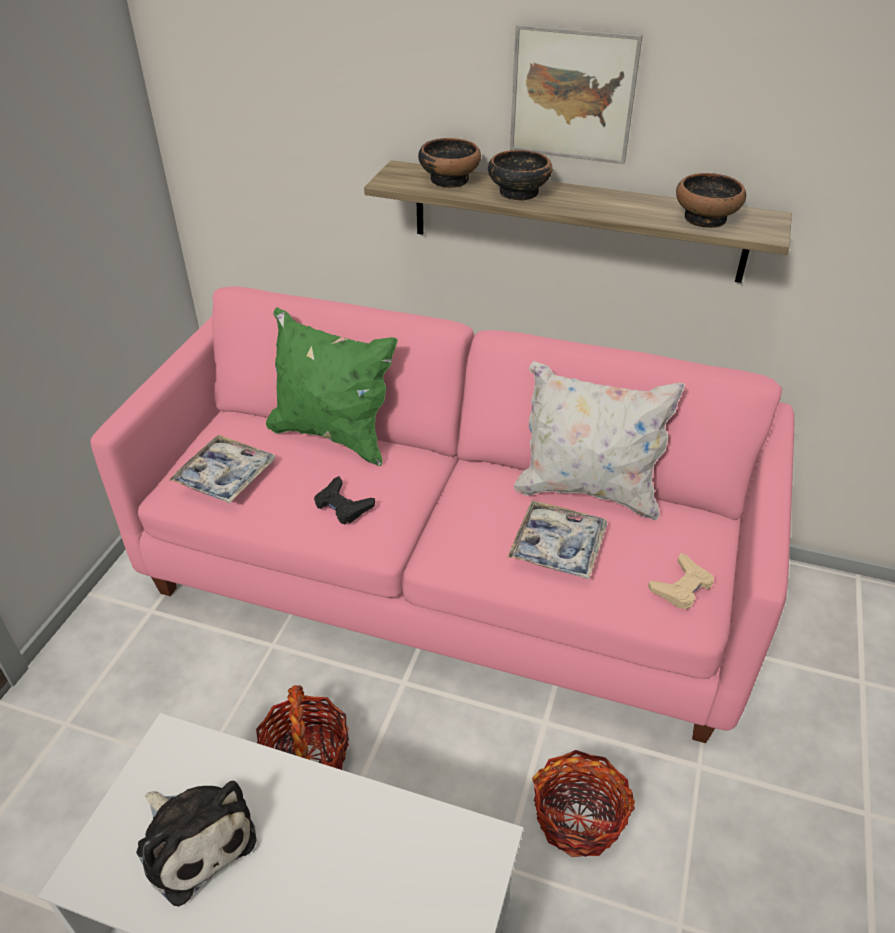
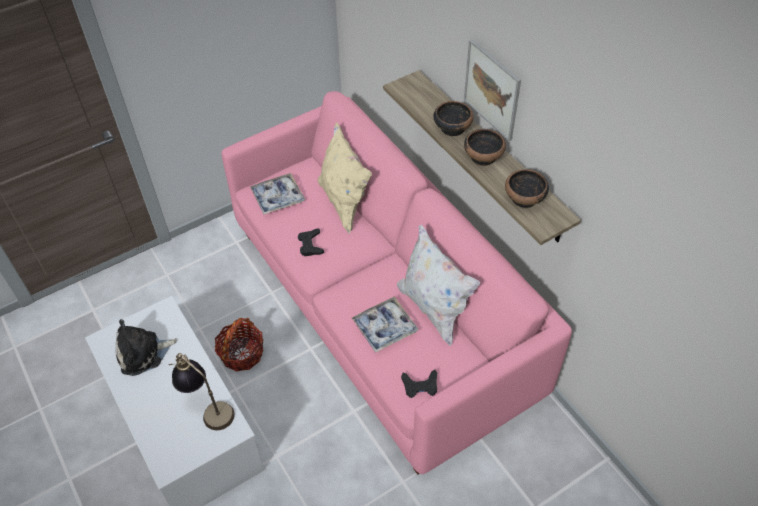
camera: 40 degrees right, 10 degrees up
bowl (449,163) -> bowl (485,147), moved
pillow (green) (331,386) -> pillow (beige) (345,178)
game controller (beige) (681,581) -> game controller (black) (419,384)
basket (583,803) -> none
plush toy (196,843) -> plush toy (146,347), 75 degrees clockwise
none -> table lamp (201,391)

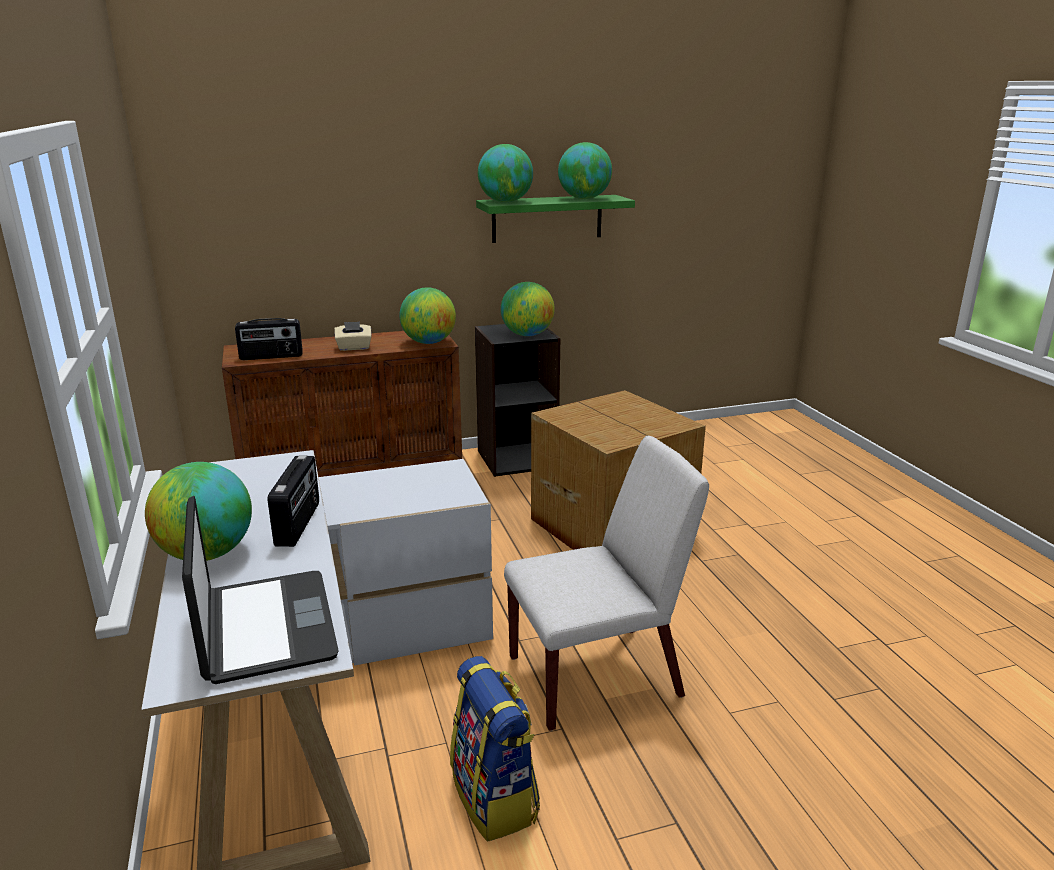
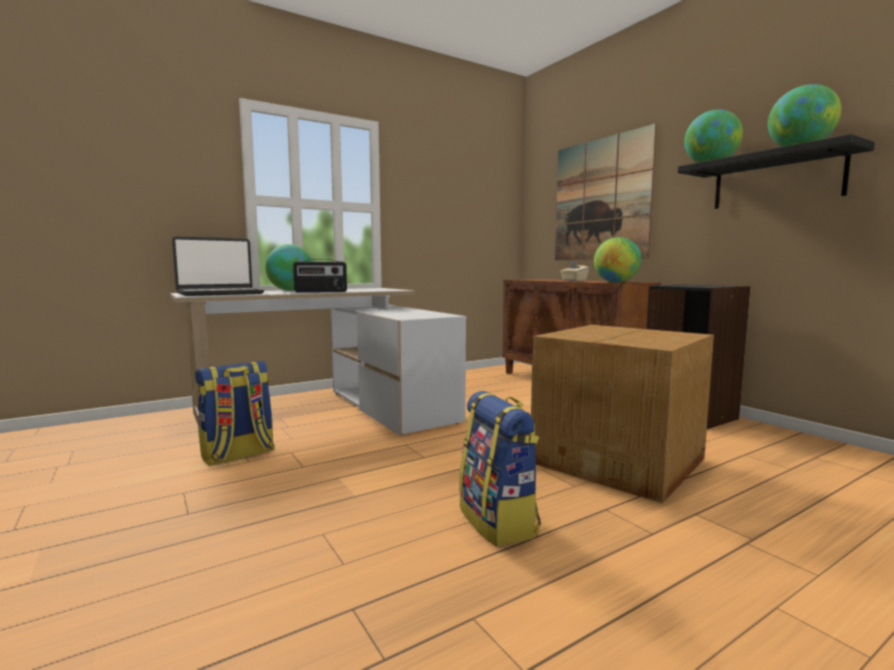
camera: 75 degrees right, 15 degrees down
shelf (green) (555,219) -> shelf (black) (776,171)
globe (528,309) -> none
radio (269,339) -> none
chair (white) (606,583) -> none
none -> picture (606,191)
none -> backpack (500,469)

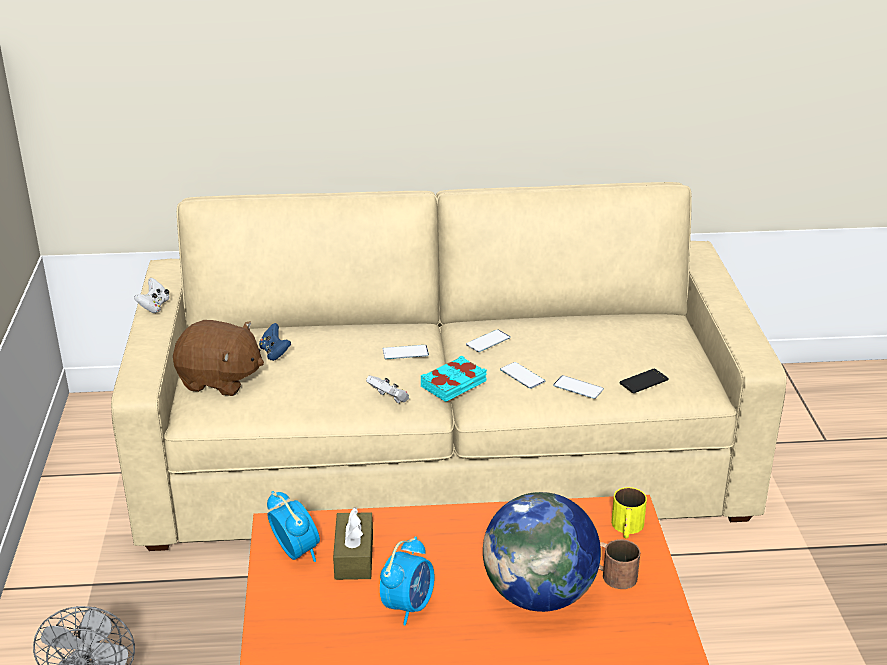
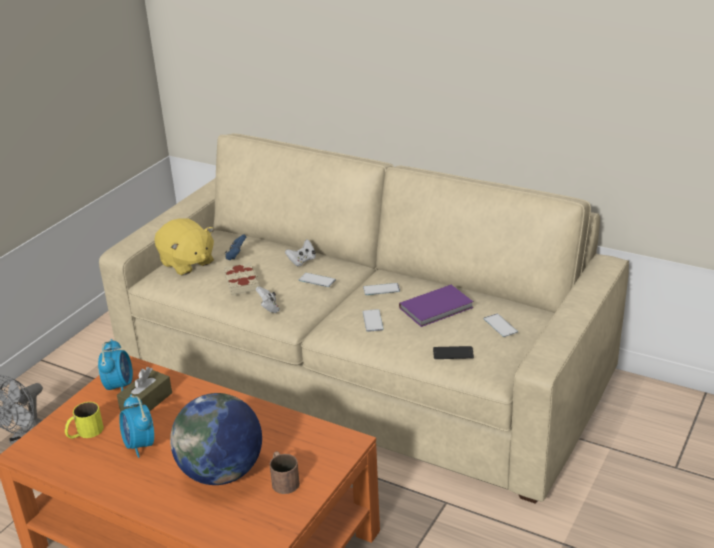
camera: 35 degrees right, 0 degrees up
game controller (white) (151,295) -> game controller (white) (300,252), moved
plush toy (brown) (218,358) -> plush toy (yellow) (184,247)
book (turquoise) (453,378) -> none
phone (578,387) -> phone (500,325), moved
mug (yellow) (629,512) -> mug (yellow) (84,420), moved
alarm clock (407,581) -> alarm clock (136,426), 90 degrees clockwise
none -> book (beige) (241,278)
none -> book (purple) (436,306)

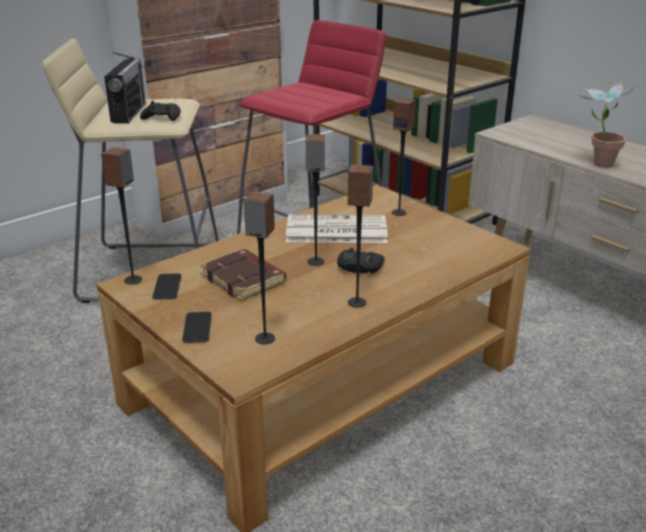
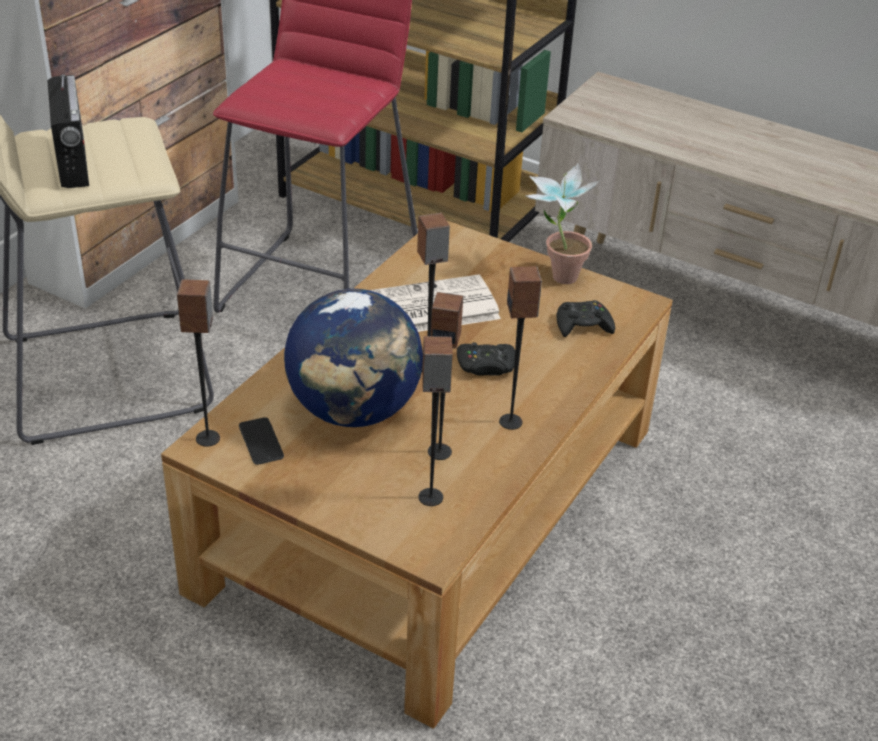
camera: 20 degrees left, 10 degrees up
potted plant (607,124) -> potted plant (562,223), moved
speaker (404,157) -> speaker (445,376), moved
game controller (black) (160,111) -> game controller (black) (586,318), moved
book (brown) (243,275) -> globe (353,358)
phone (197,327) -> none

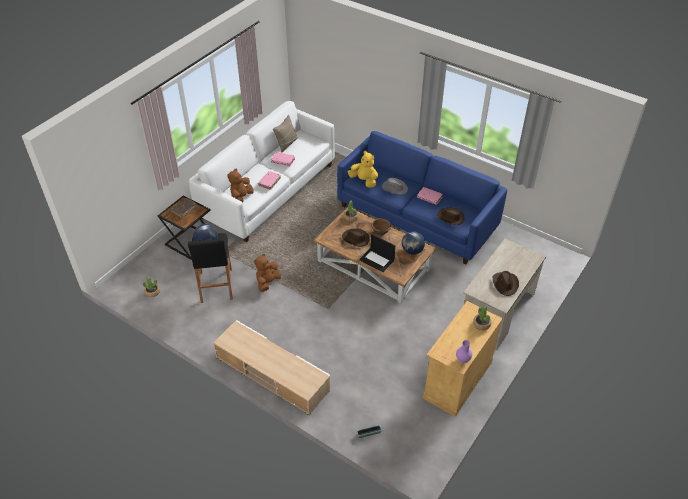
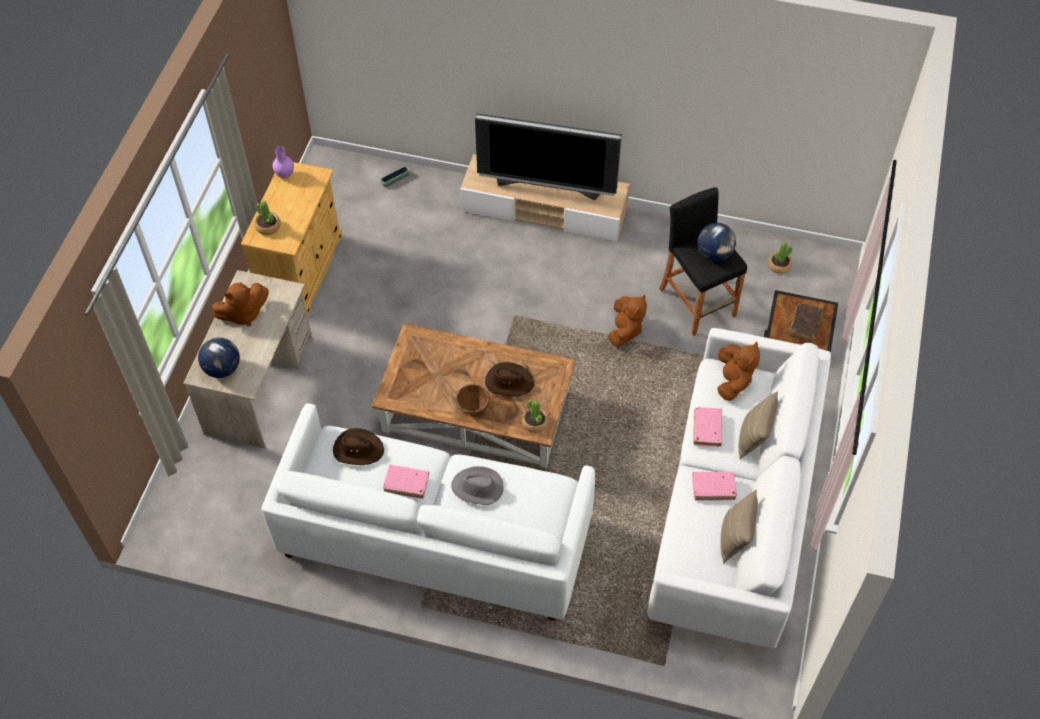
camera: 160 degrees right, 10 degrees up
sofa (blue) (422,198) -> sofa (white) (428,512)
plush toy (yellow) (363,169) -> none
globe (413,243) -> globe (219,357), moved
laptop (377,253) -> none
hat (brown) (505,283) -> plush toy (brown) (240,305)
none -> television (548,156)
none -> pillow (beige) (758,425)

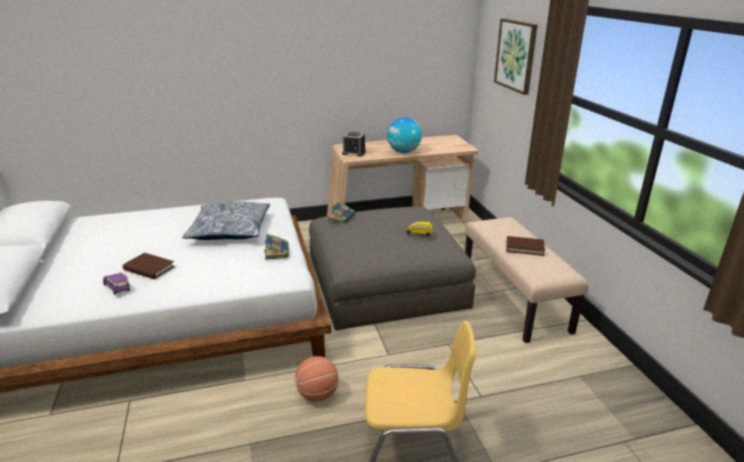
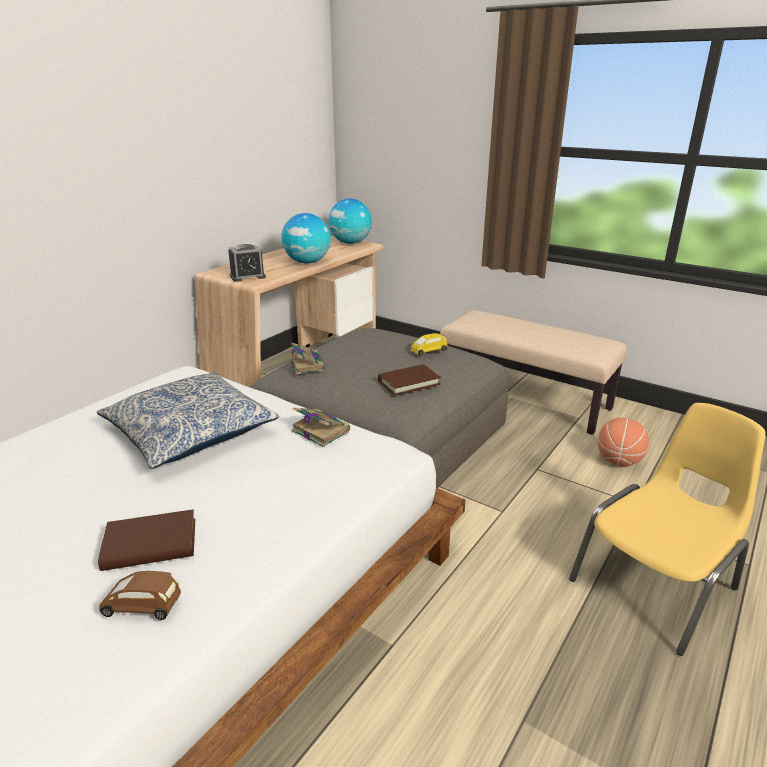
camera: 40 degrees left, 0 degrees up
picture (516,57) -> none
book (brown) (525,246) -> book (brown) (409,380), moved
toy car (purple) (116,284) -> toy car (brown) (140,595)
basketball (316,379) -> basketball (623,442), moved
none -> globe (350,221)

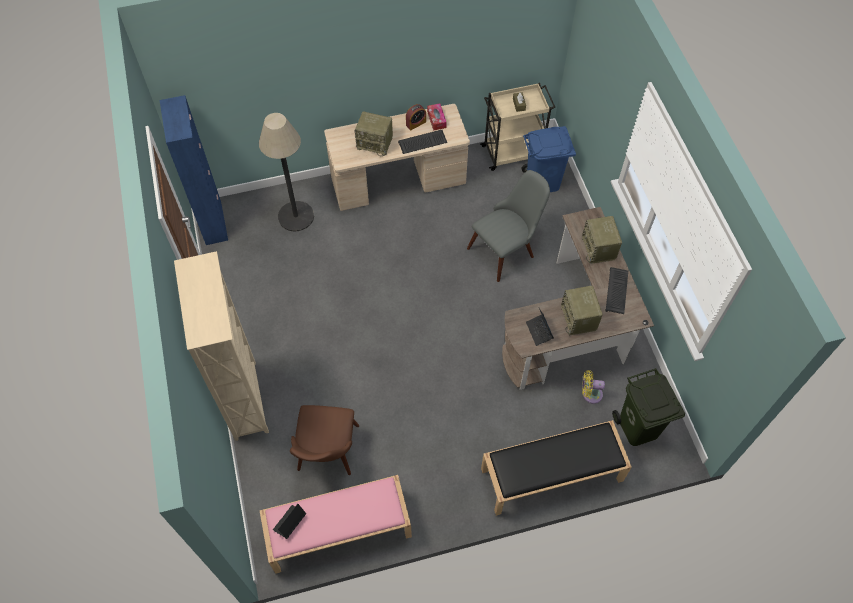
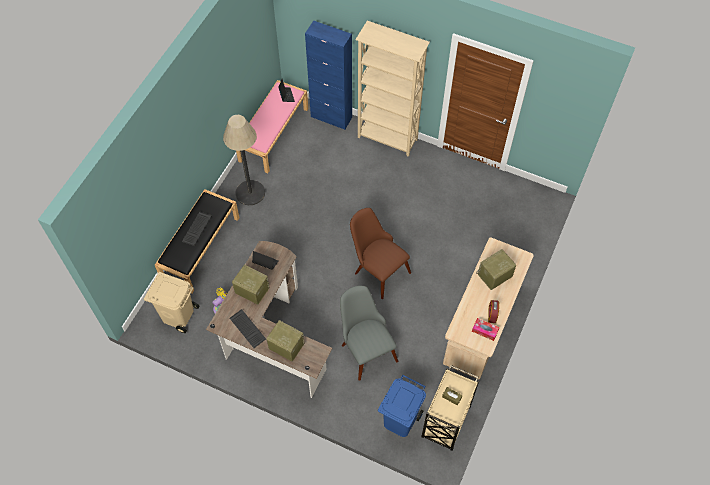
camera: 130 degrees right, 0 degrees up
cabinet (blue) (194,170) -> cabinet (blue) (328,75), moved
floor lamp (286,172) -> floor lamp (244,160), moved
keyboard (422,142) -> keyboard (197,229), moved
chair (grey) (508,226) -> chair (grey) (369,333), 150 degrees clockwise
trash can (green) (648,407) -> trash can (beige) (172,302)
chair (brown) (324,440) -> chair (brown) (380,253), moved

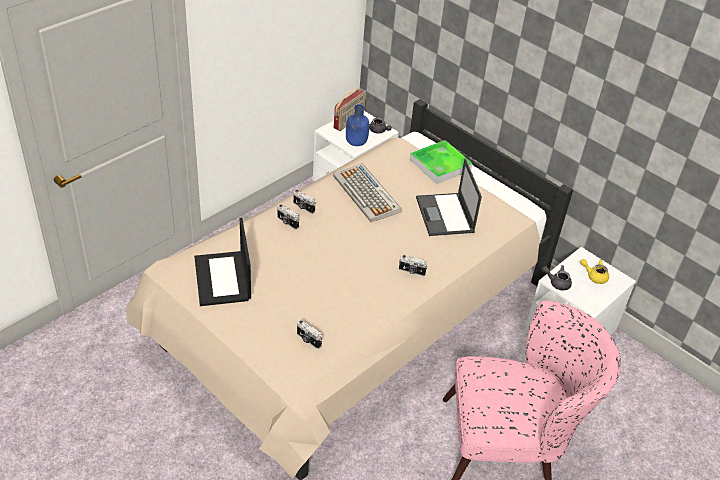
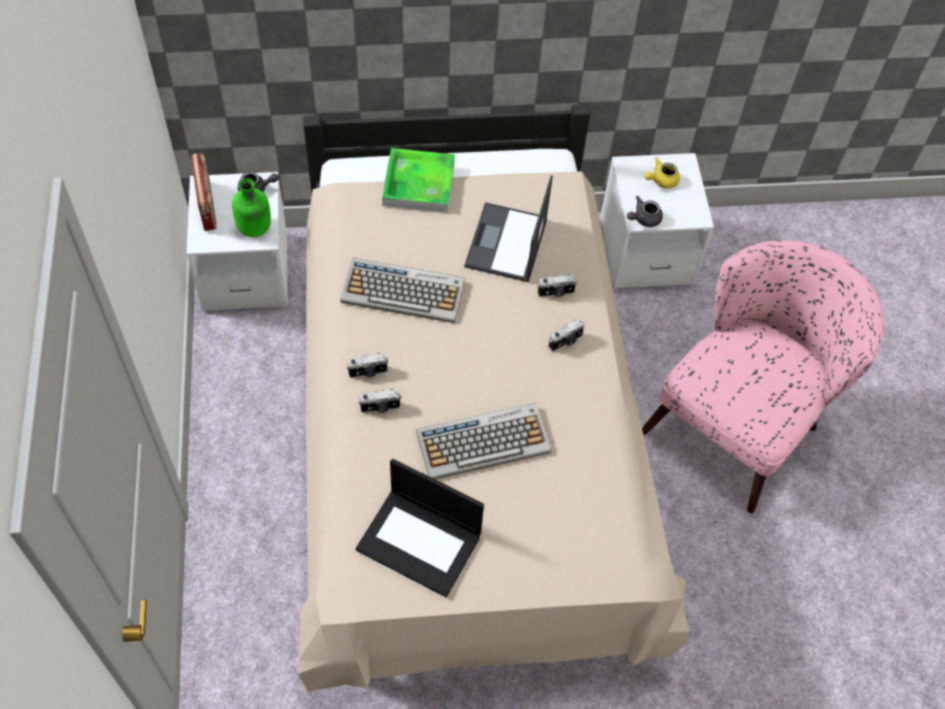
camera: 50 degrees left, 15 degrees up
bottle (blue) (357,125) -> bottle (green) (251,208)
laptop (449,197) -> laptop (508,228), 75 degrees clockwise
photo camera (309,334) -> photo camera (557,285), moved
none -> keyboard (483,441)

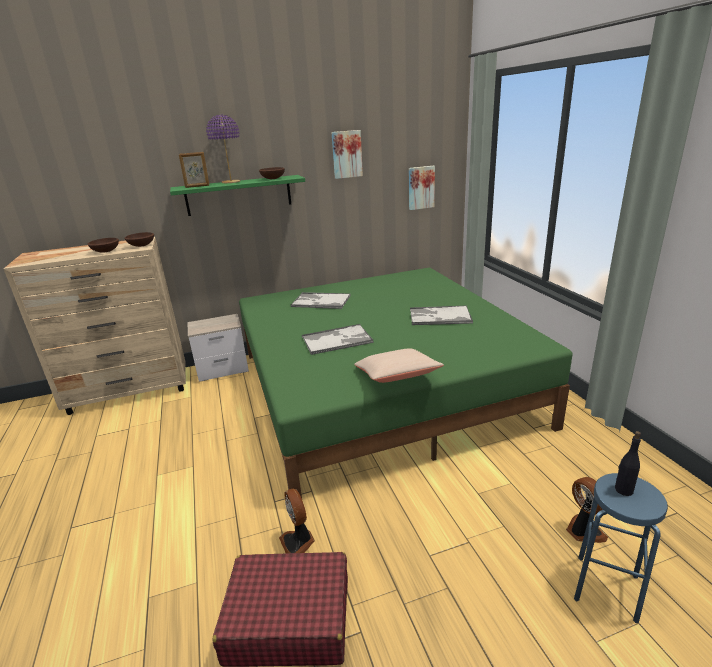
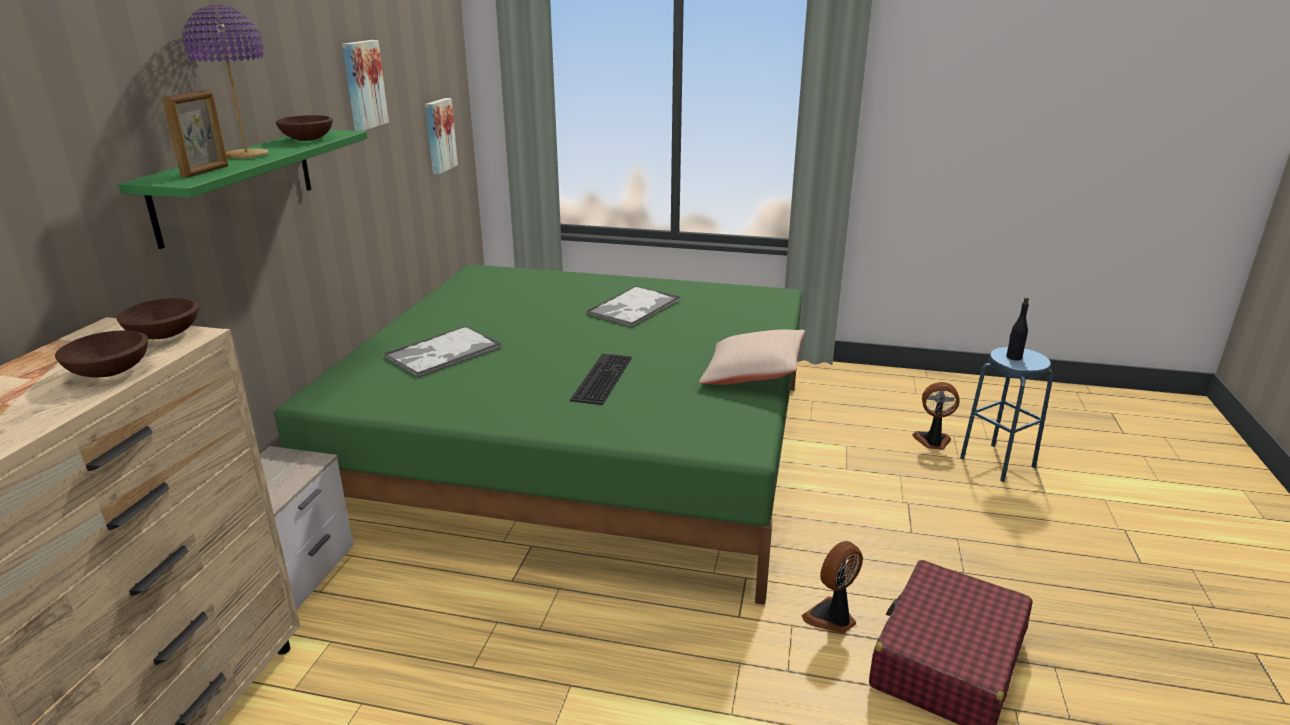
camera: 60 degrees left, 0 degrees up
tray (338,339) -> keyboard (601,379)
fan (297,521) -> fan (832,587), 135 degrees clockwise

